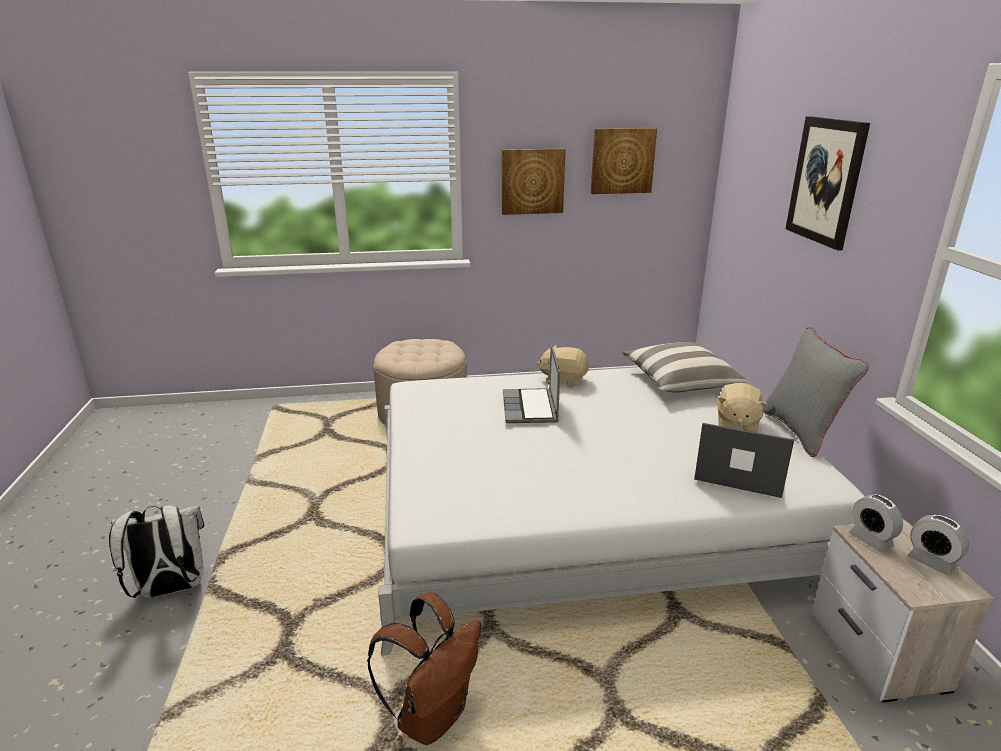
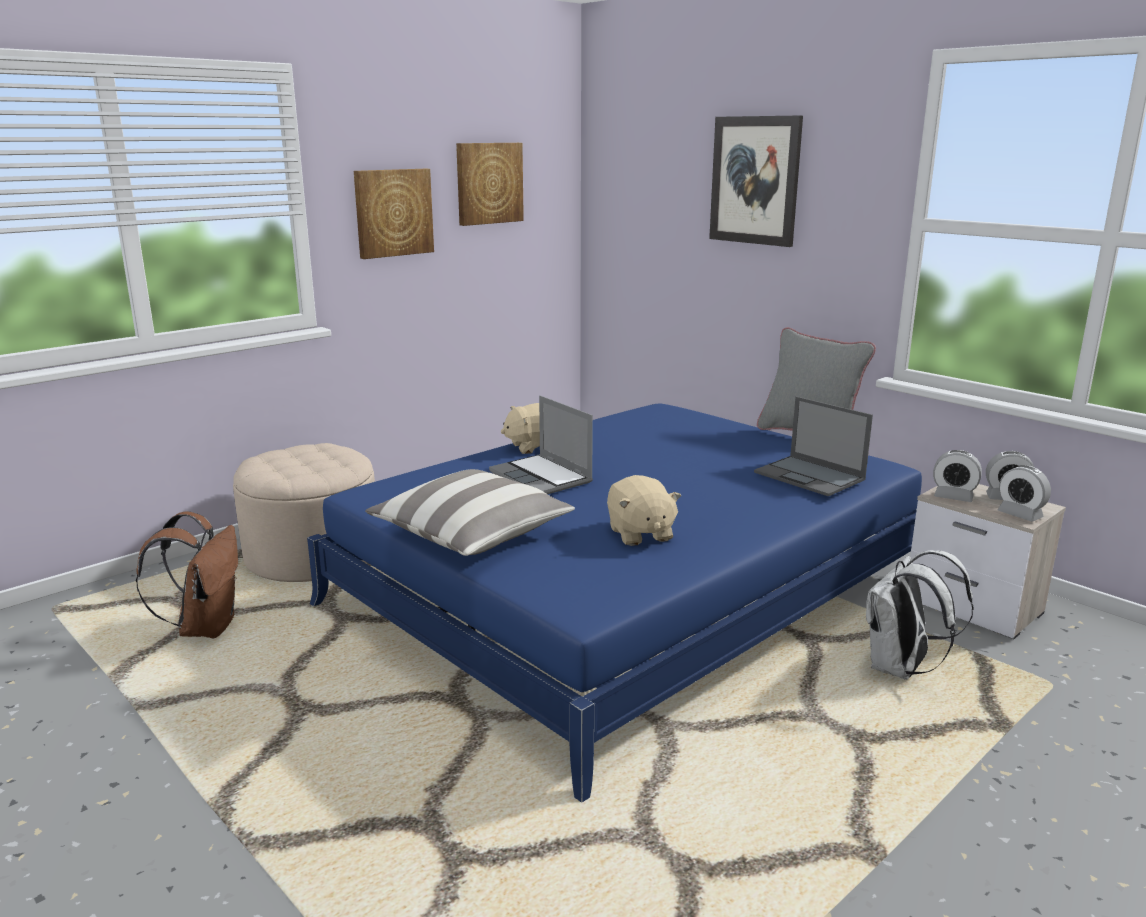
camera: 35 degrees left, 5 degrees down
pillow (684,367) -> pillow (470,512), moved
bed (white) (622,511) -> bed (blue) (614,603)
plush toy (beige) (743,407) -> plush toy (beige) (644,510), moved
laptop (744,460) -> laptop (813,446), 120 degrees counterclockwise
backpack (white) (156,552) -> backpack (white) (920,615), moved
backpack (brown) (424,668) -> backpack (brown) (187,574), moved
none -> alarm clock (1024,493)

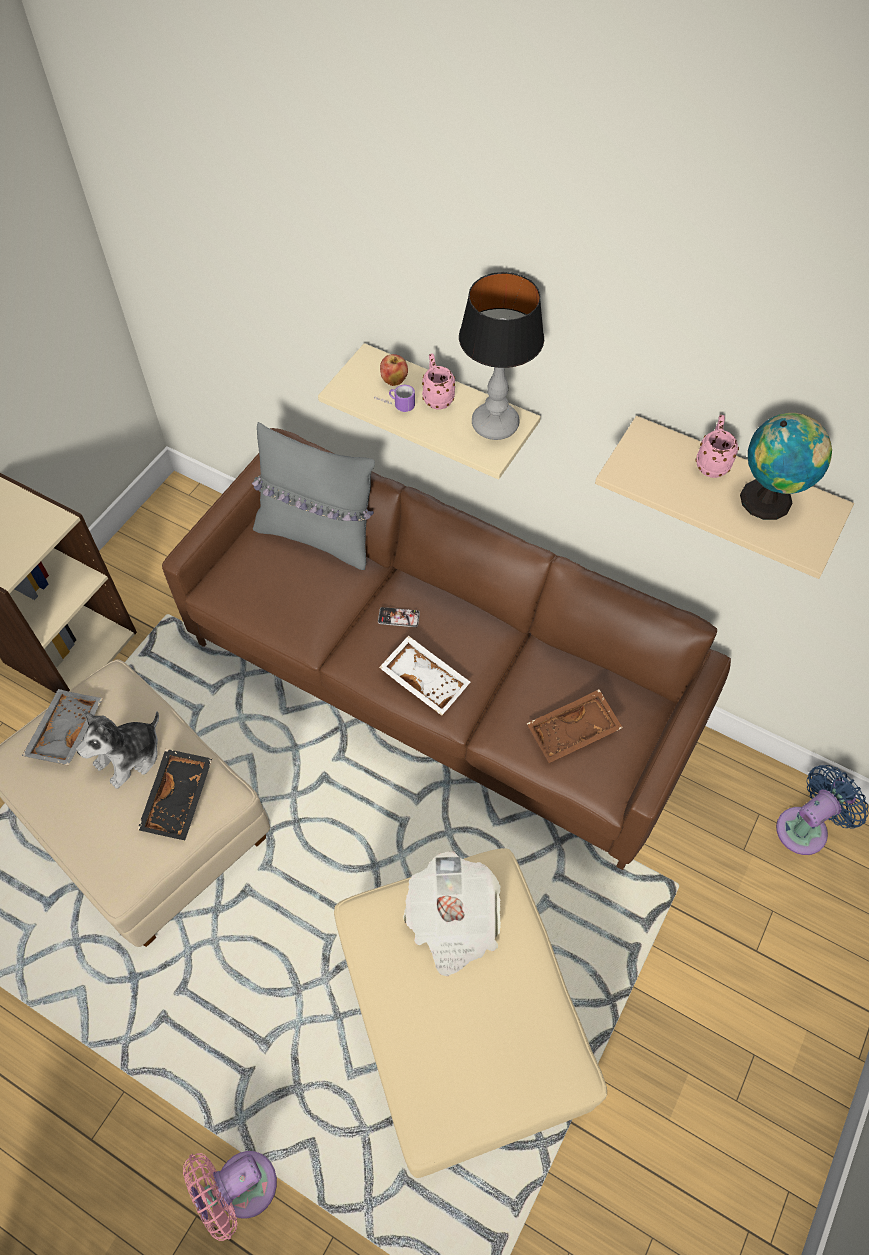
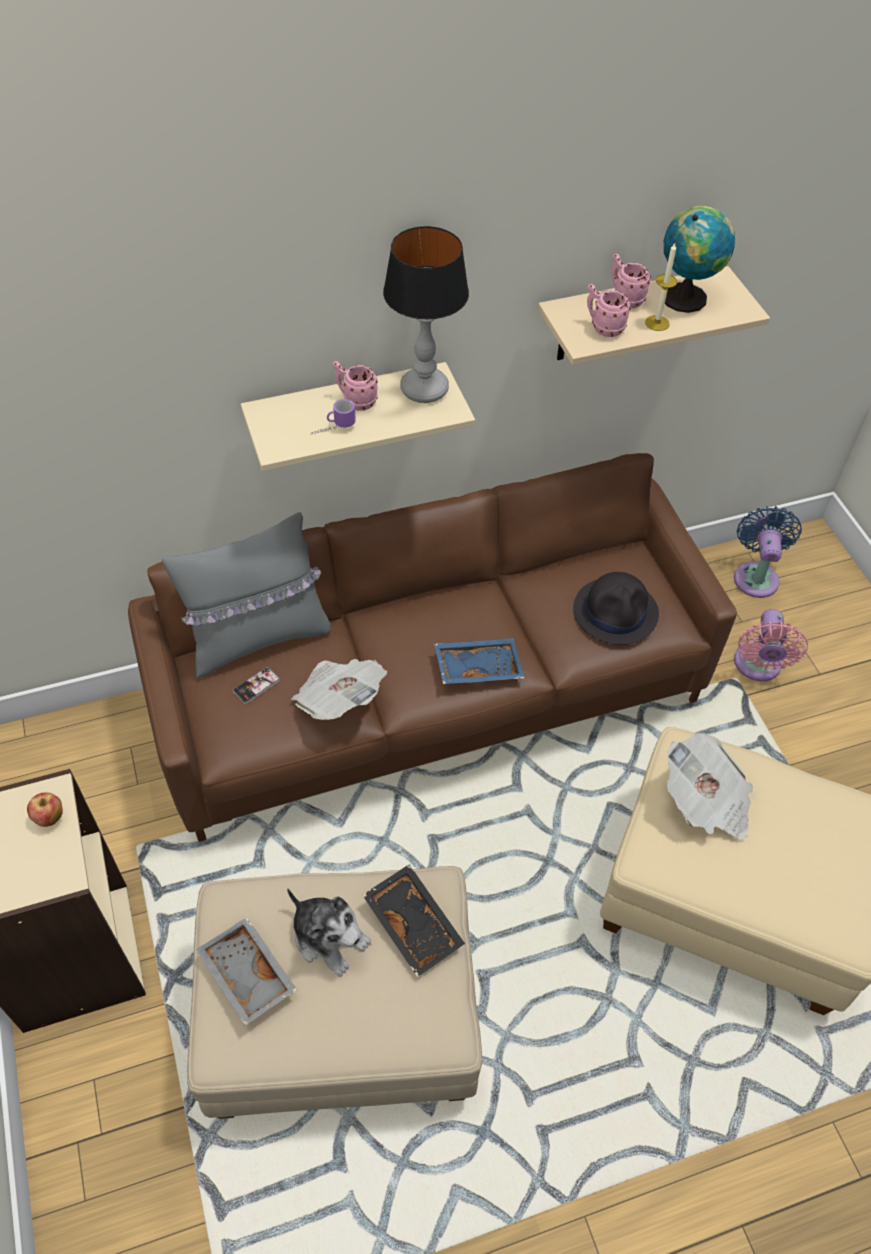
camera: 50 degrees left, 5 degrees down
apple (394,370) -> apple (45,810), moved
phone (399,617) -> phone (256,685), moved
tray (white) (424,675) -> tray (blue) (479,661)
tray (brown) (575,726) -> hat (black) (616,608)
plush toy (117,749) -> plush toy (329,932), 45 degrees counterclockwise
fan (pink) (230,1196) -> fan (pink) (771,645), moved
none -> candle (661,287)
none -> mug (pink) (609,310)
none -> newspaper (339,689)

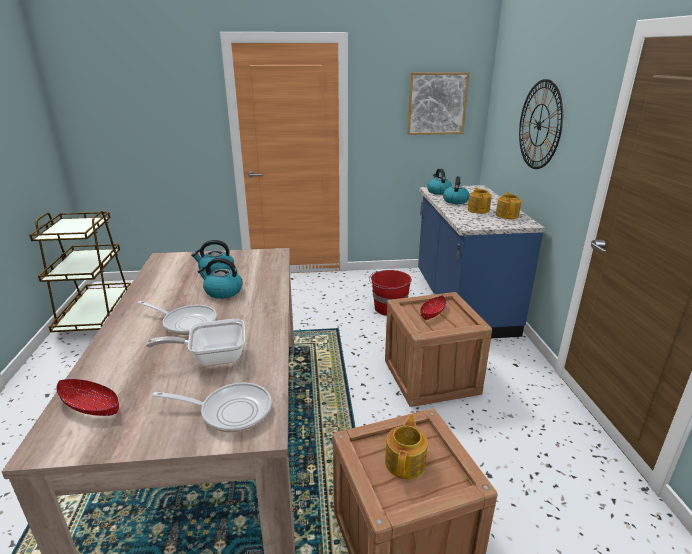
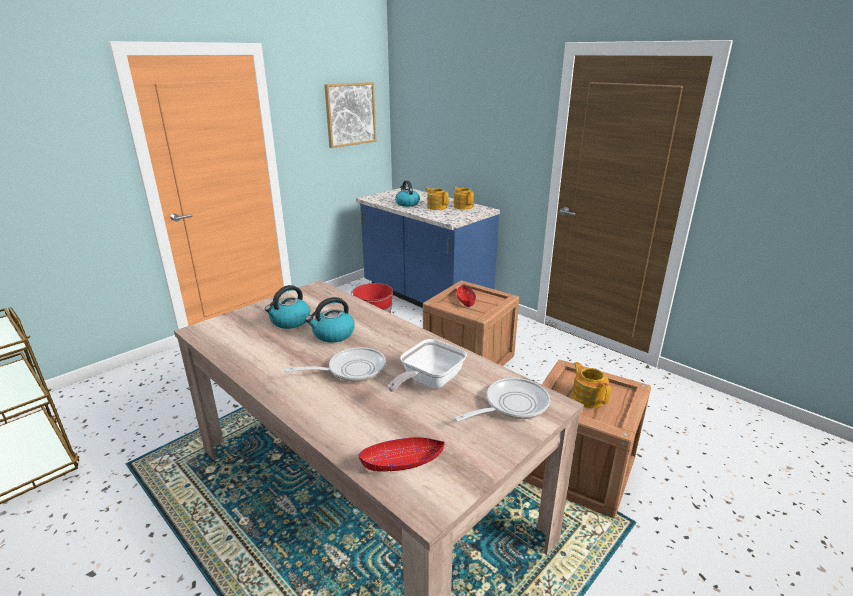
camera: 40 degrees left, 0 degrees up
wall clock (541,124) -> none
kettle (439,182) -> none

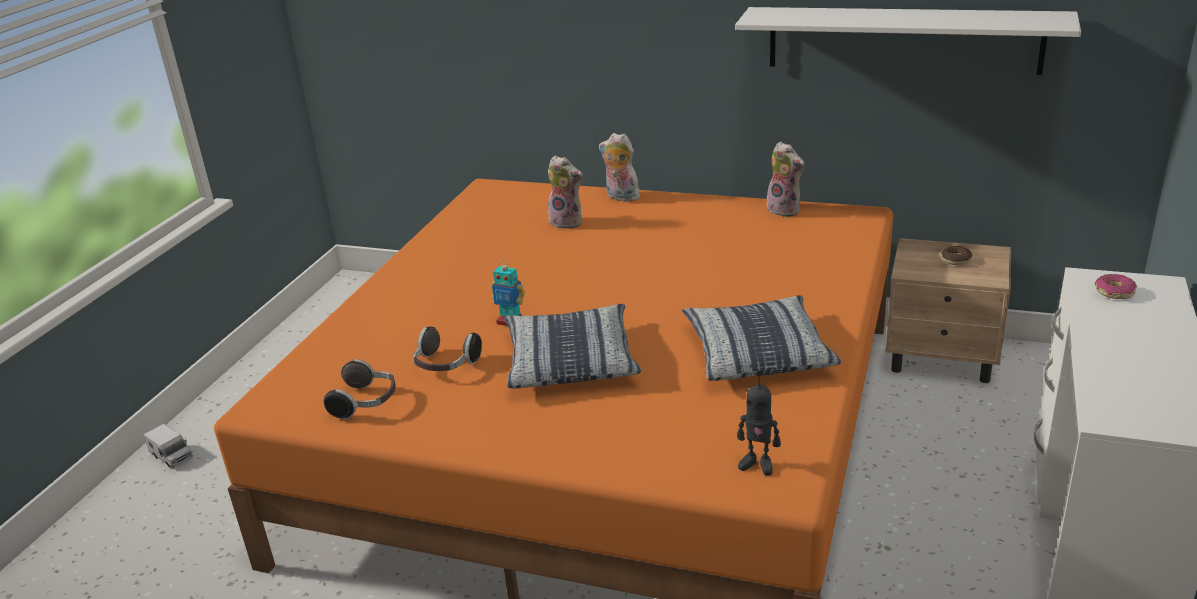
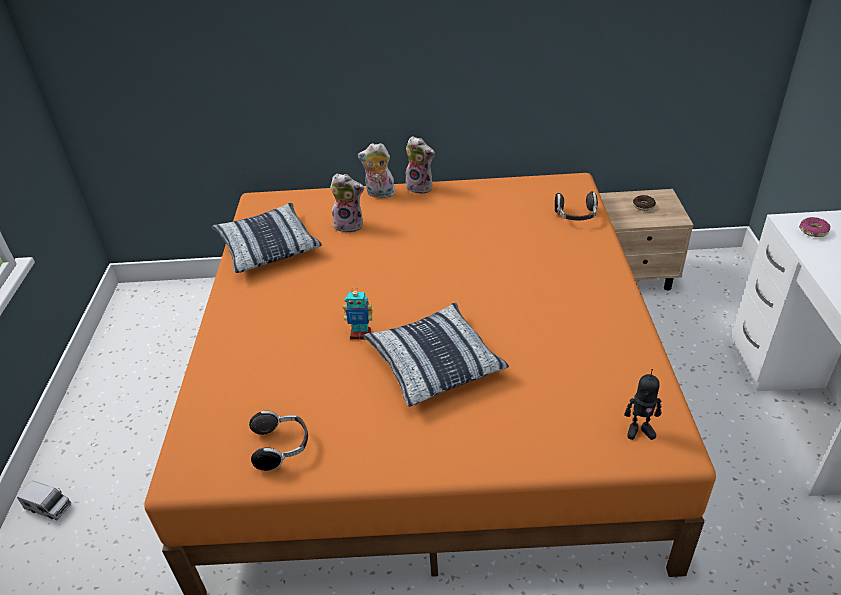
camera: 20 degrees left, 10 degrees up
shelf (white) (908,41) -> none
plush toy (786,179) -> plush toy (418,165), moved
pillow (761,338) -> pillow (267,238), moved
headphones (447,348) -> headphones (576,206), moved

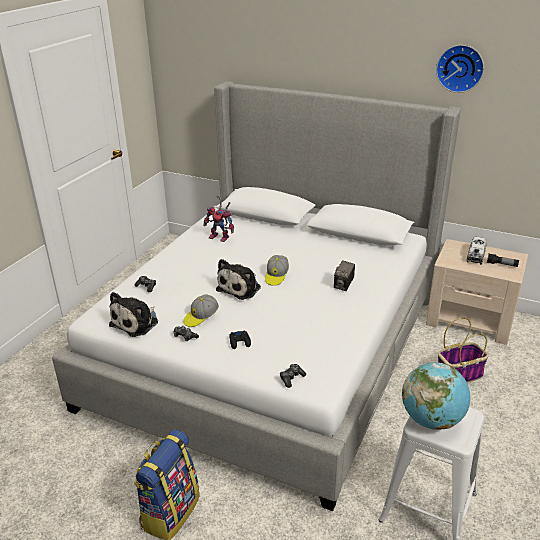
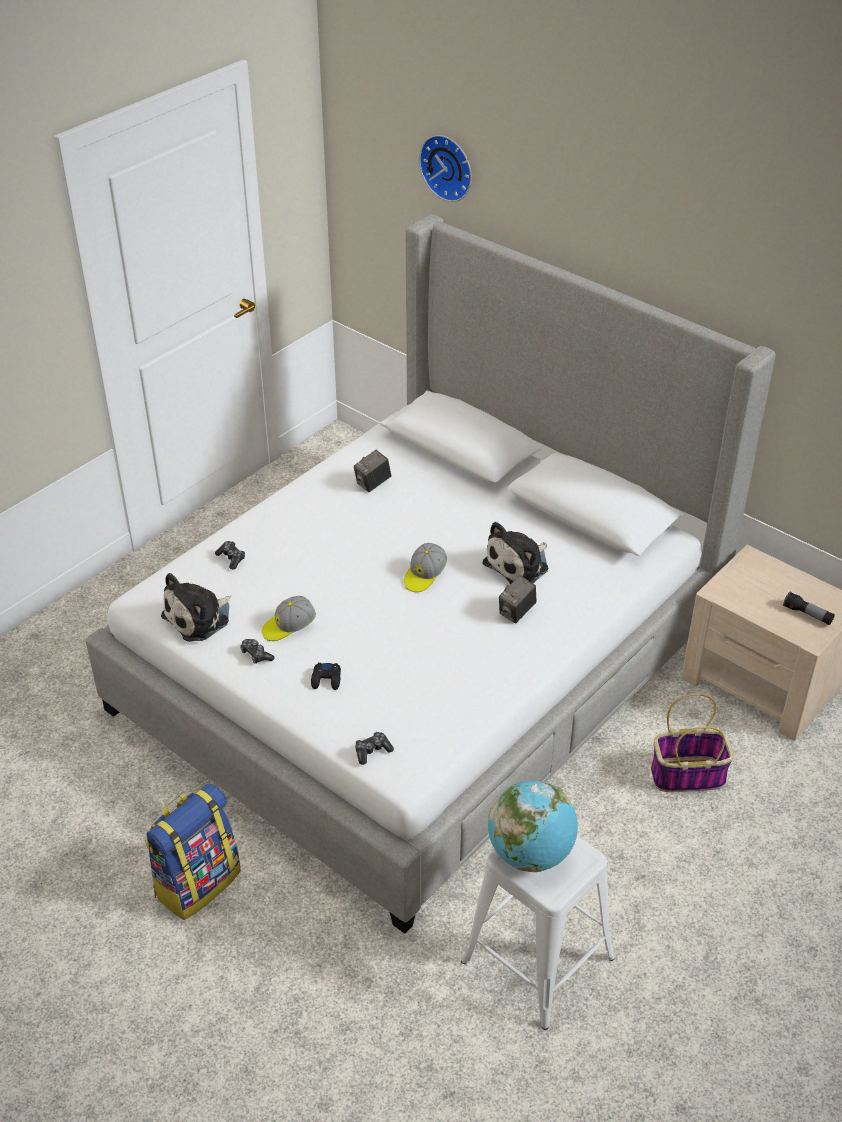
camera: 15 degrees right, 10 degrees up
wall clock (460,69) -> wall clock (445,168), moved
toy robot (218,218) -> photo camera (372,471)
toy truck (477,251) -> none
plush toy (238,279) -> plush toy (515,553), moved

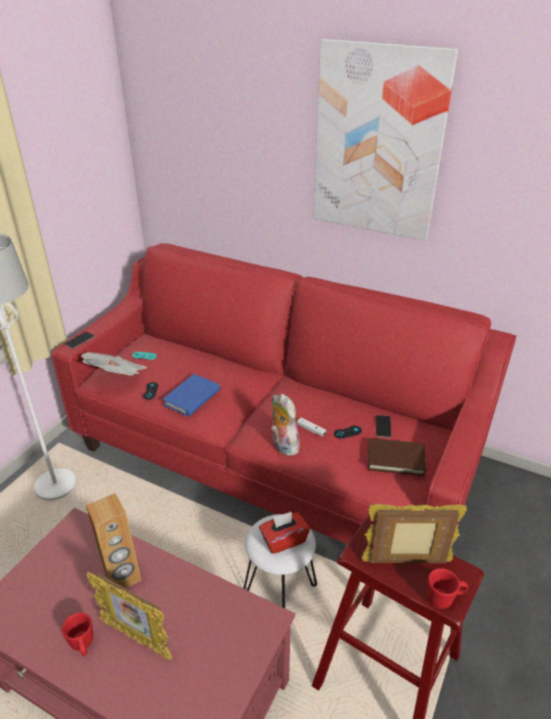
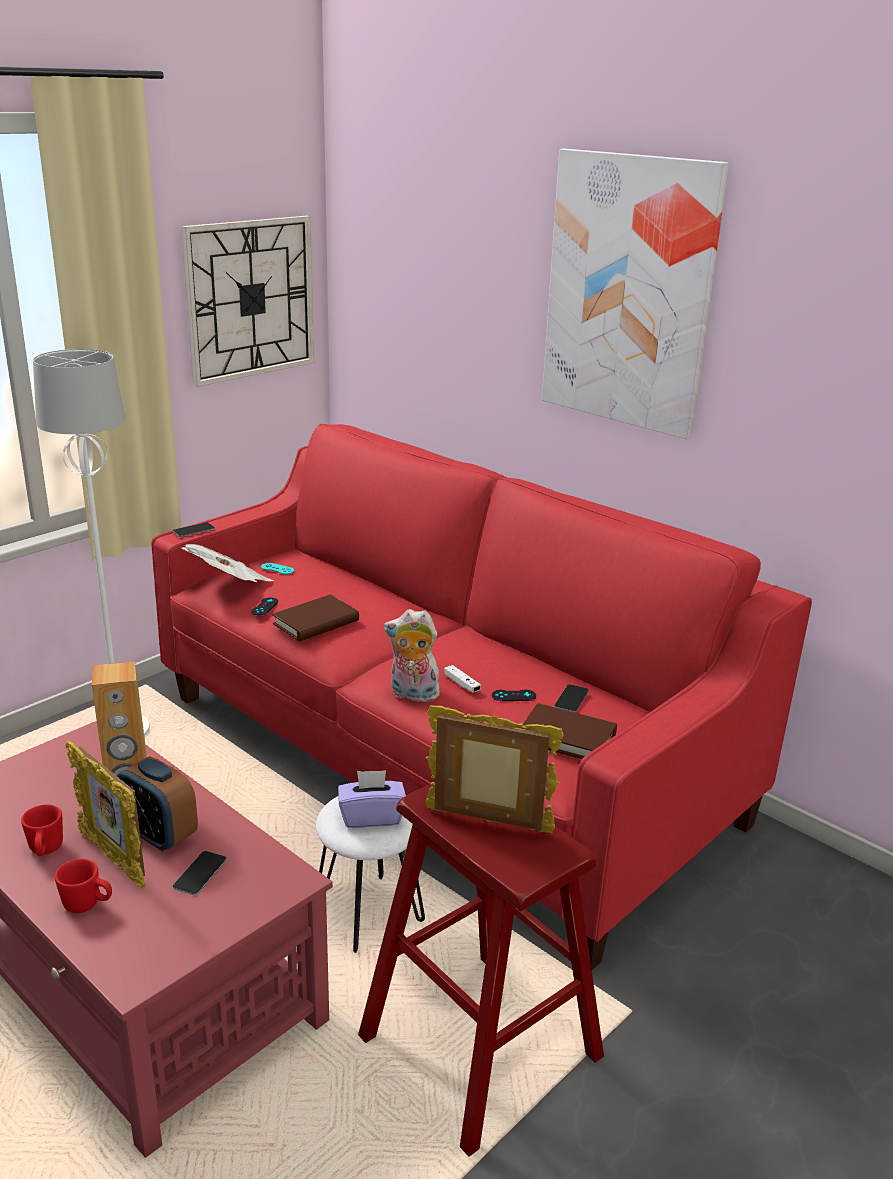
camera: 15 degrees right, 10 degrees down
book (blue) (191,395) -> book (brown) (315,618)
plush toy (285,425) -> plush toy (412,655), 60 degrees counterclockwise
tissue box (red) (284,533) -> tissue box (purple) (372,799)
mug (red) (447,588) -> mug (red) (83,886), moved
none -> wall clock (247,301)
none -> alarm clock (157,804)
none -> phone (199,873)

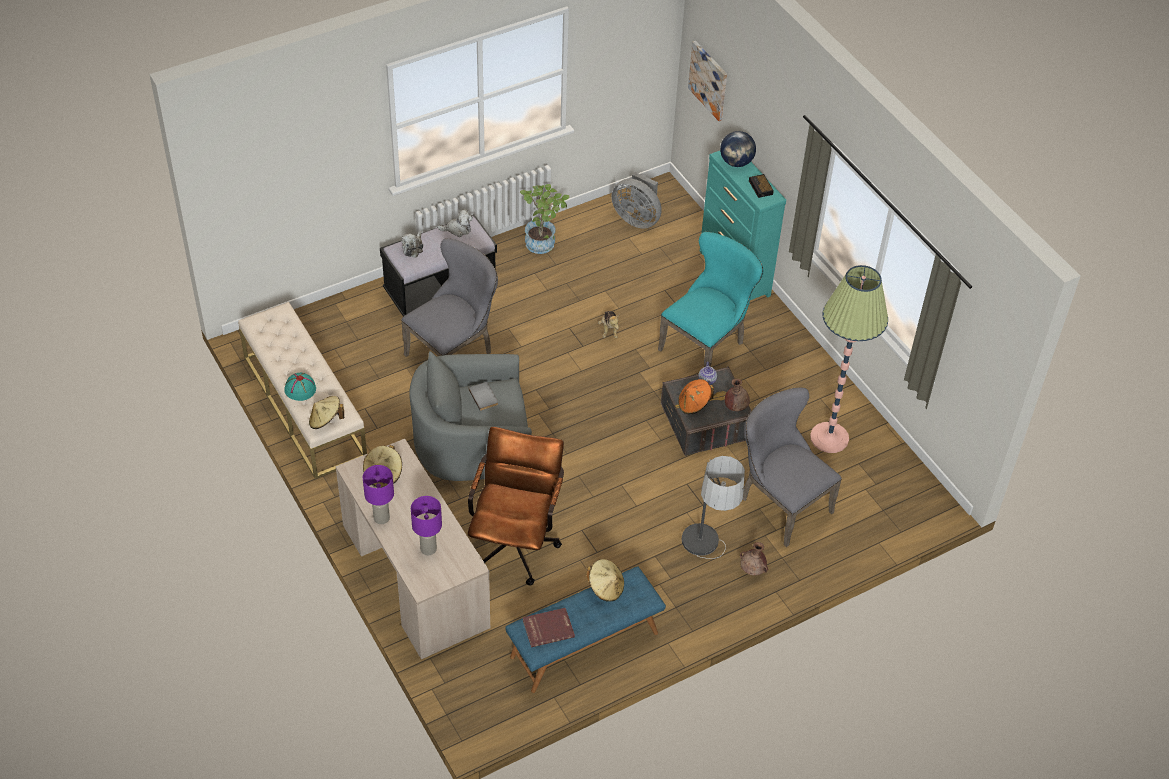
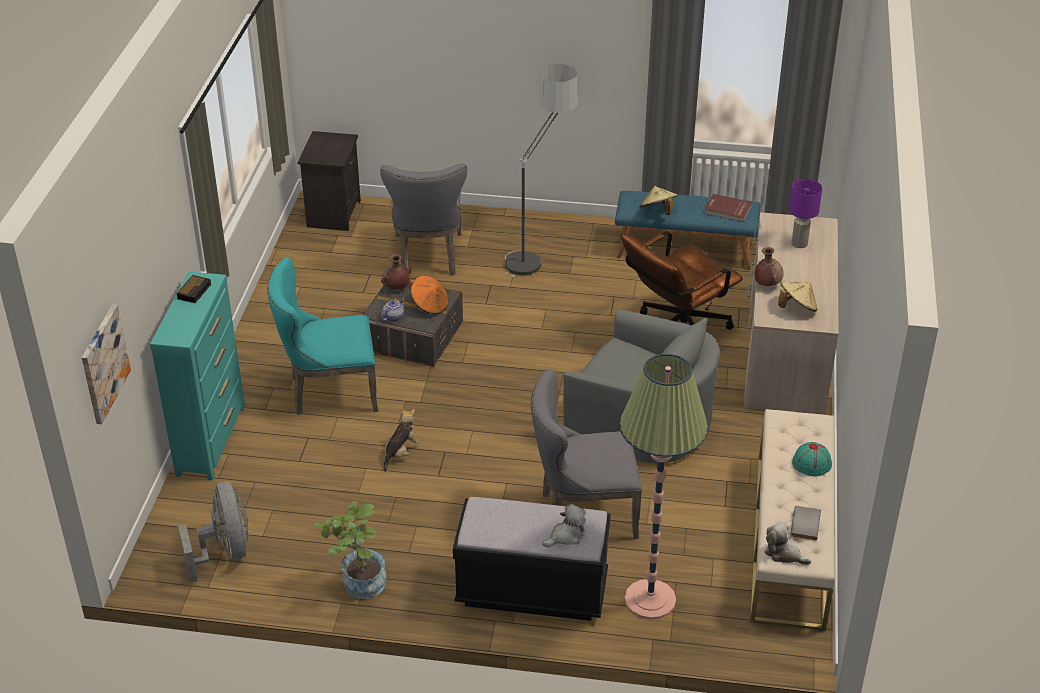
camera: 140 degrees left, 10 degrees down
globe (738,149) -> none
plush toy (455,223) -> plush toy (787,543), moved
floor lamp (849,359) -> floor lamp (663,486), moved
book (grey) (483,396) -> book (grey) (805,523), moved
hat (beige) (326,412) -> none
table lamp (purple) (378,494) -> none
vase (brown) (754,559) -> vase (brown) (769,266), moved
none -> nightstand (black) (329,181)

